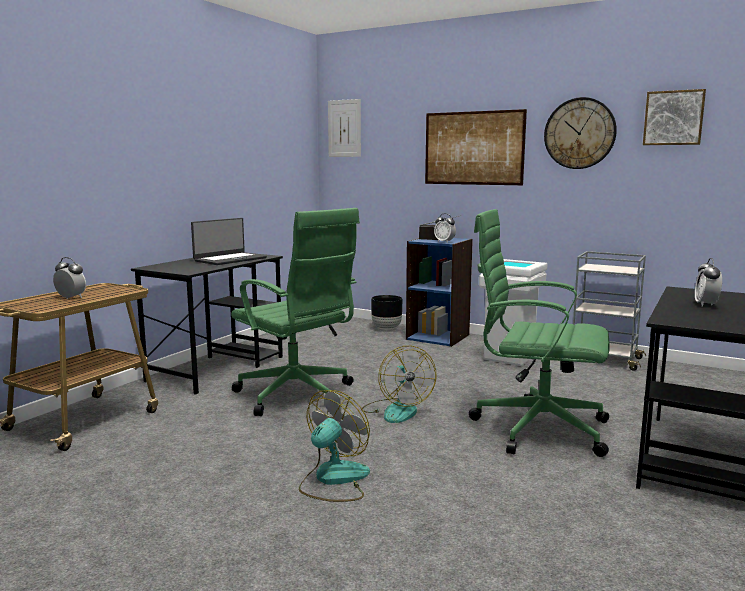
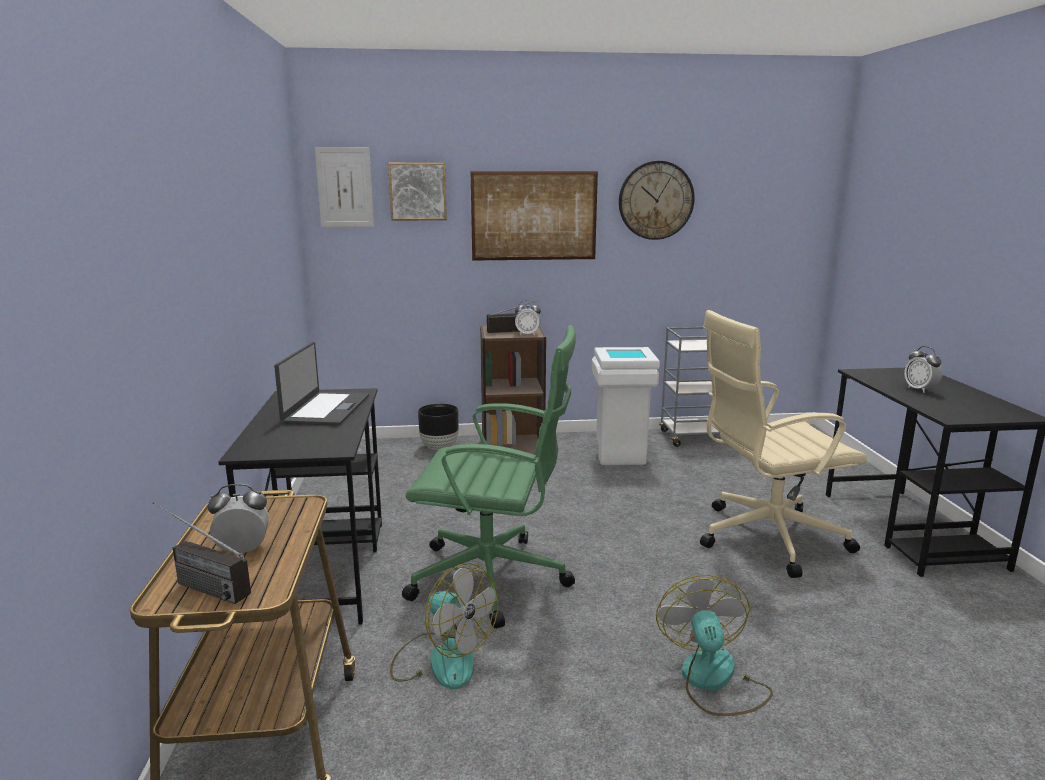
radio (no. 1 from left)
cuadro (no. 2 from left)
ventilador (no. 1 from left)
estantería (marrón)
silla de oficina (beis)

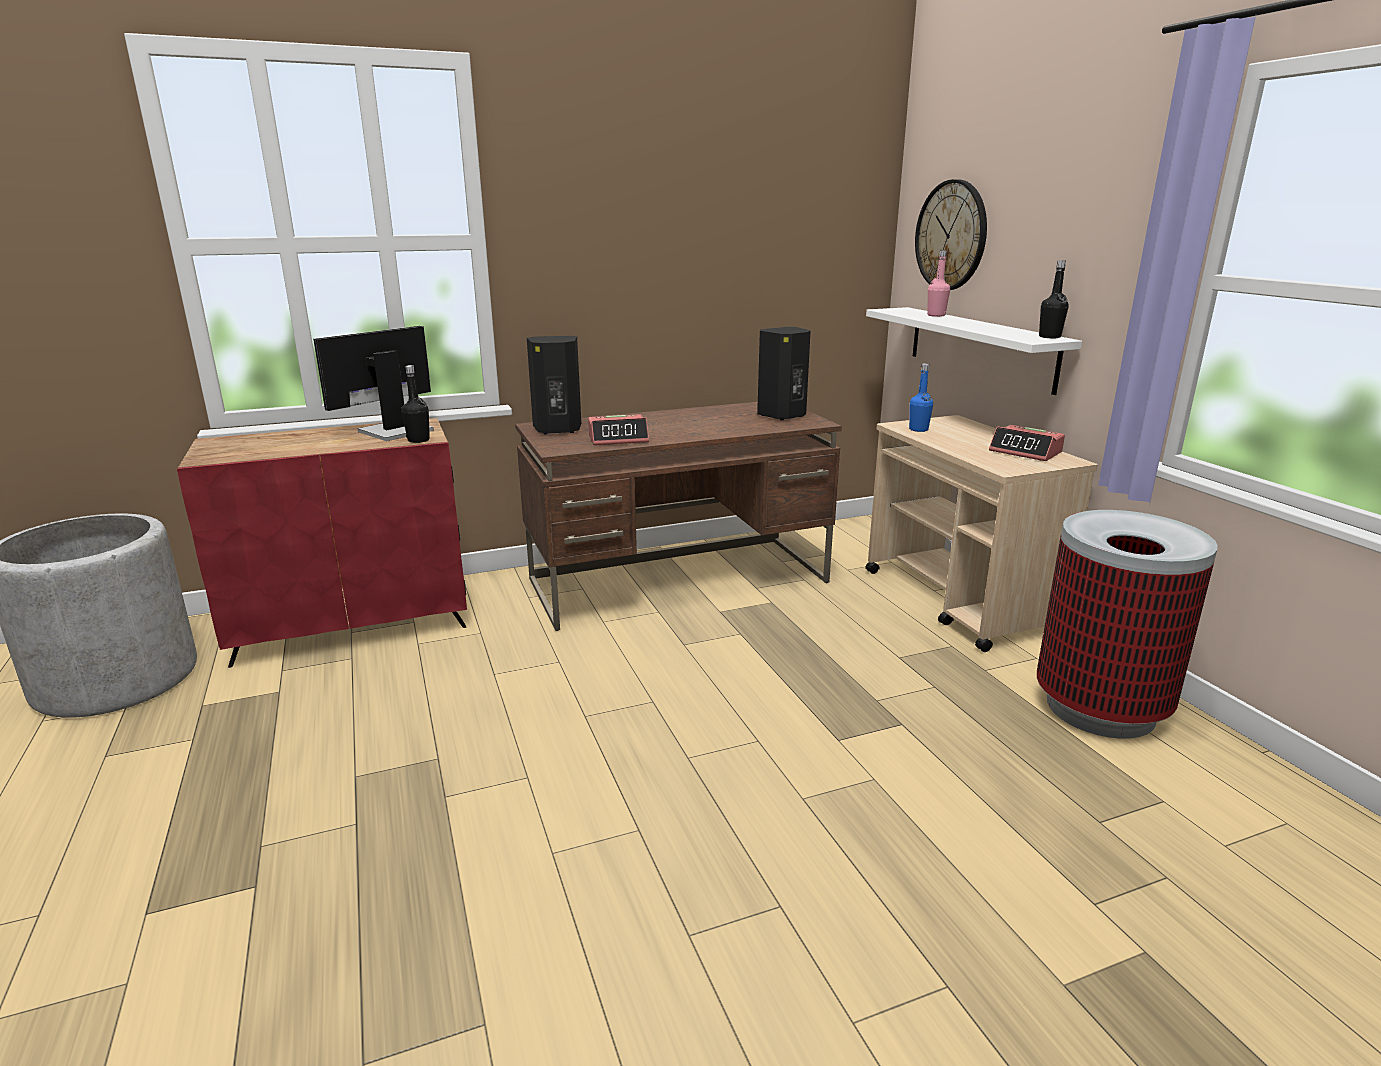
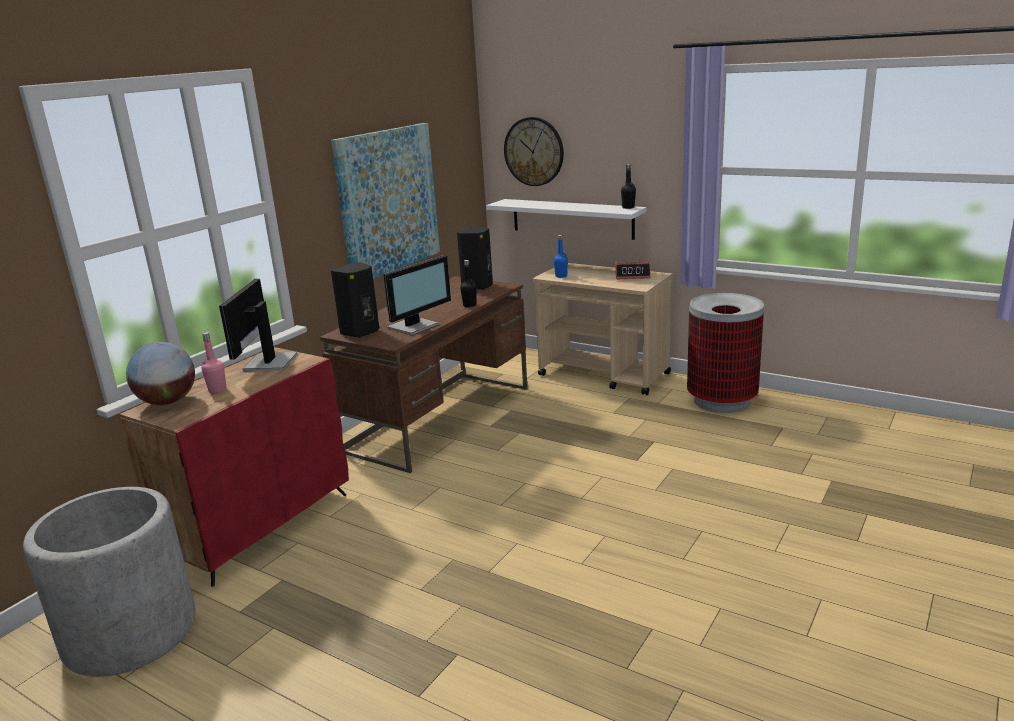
globo terráqueo
botella (rosa)
cuadro
monitor (no. 2 from left)
botella (negro) (no. 1 from left)

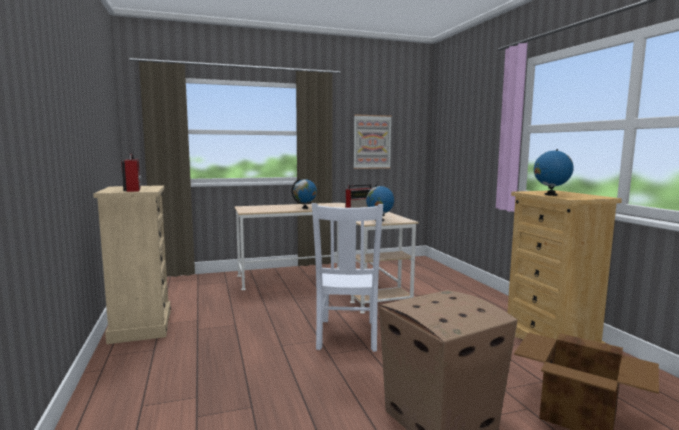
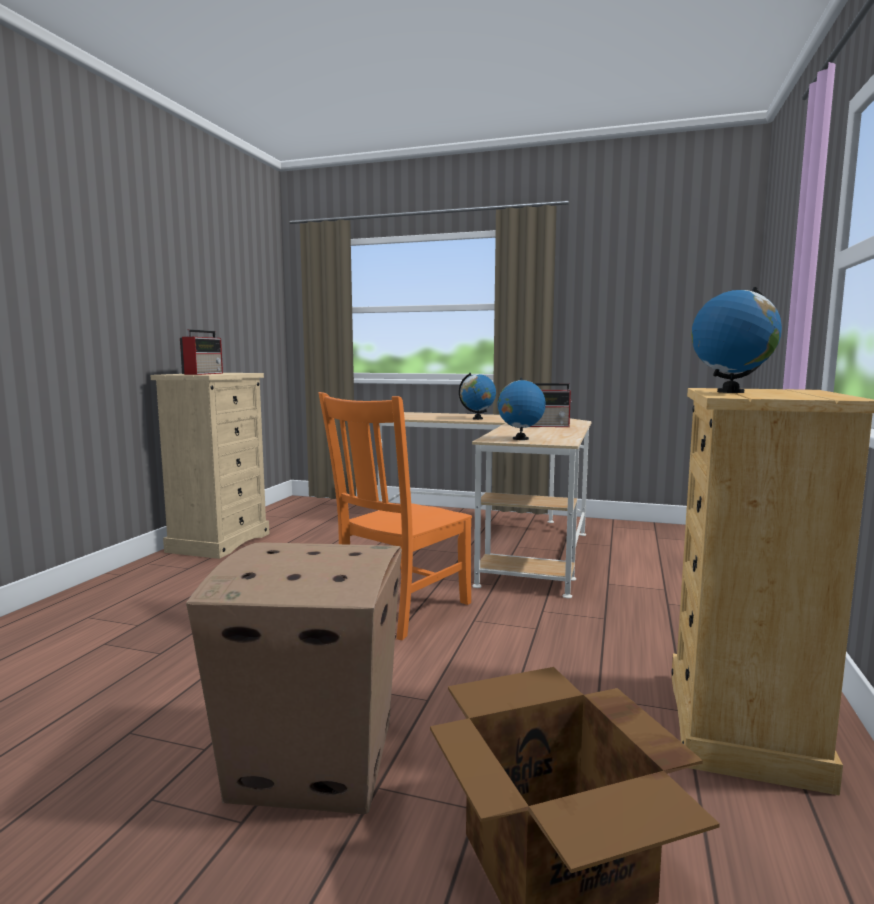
silla (naranja)
cuadro

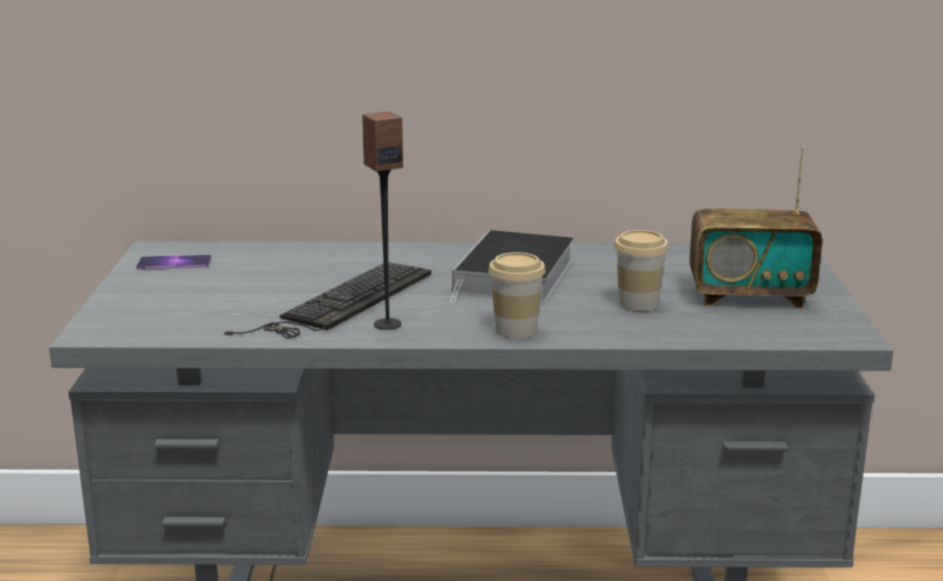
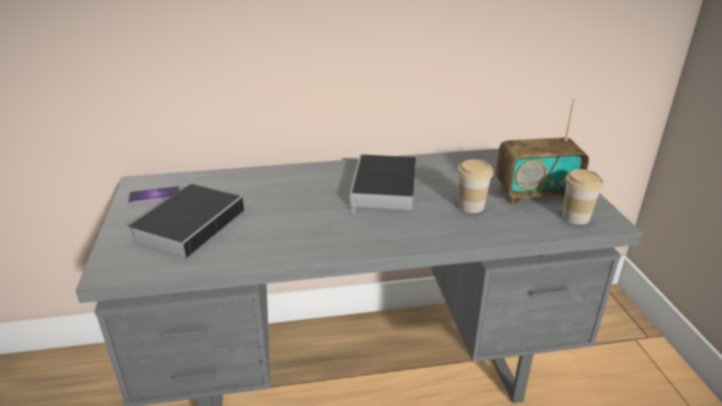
libro (no. 1 from left)
taza (no. 2 from left)
teclado
altavoz

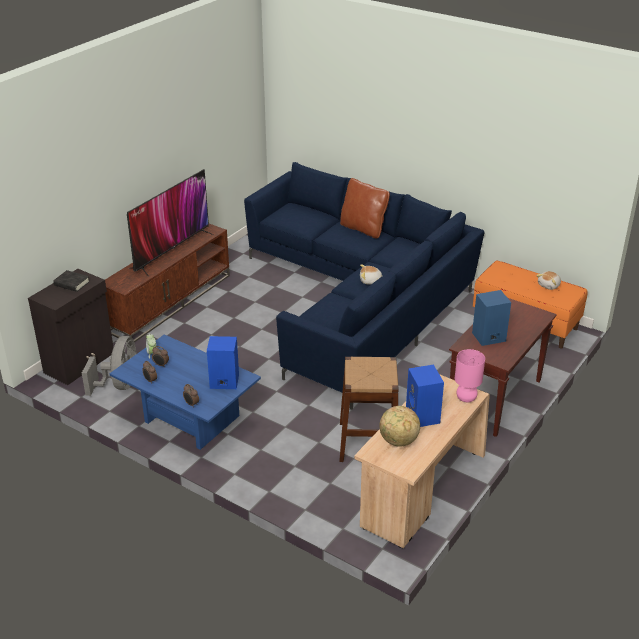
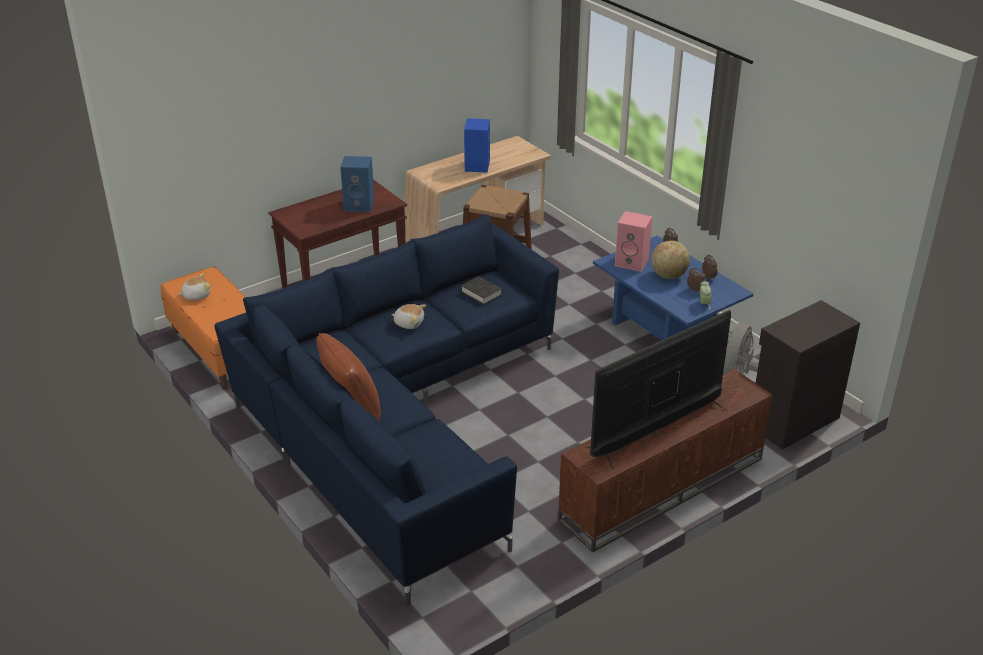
libro (negro)
altavoz (rosa)
globo terráqueo
lámpara de mesa (rosa)

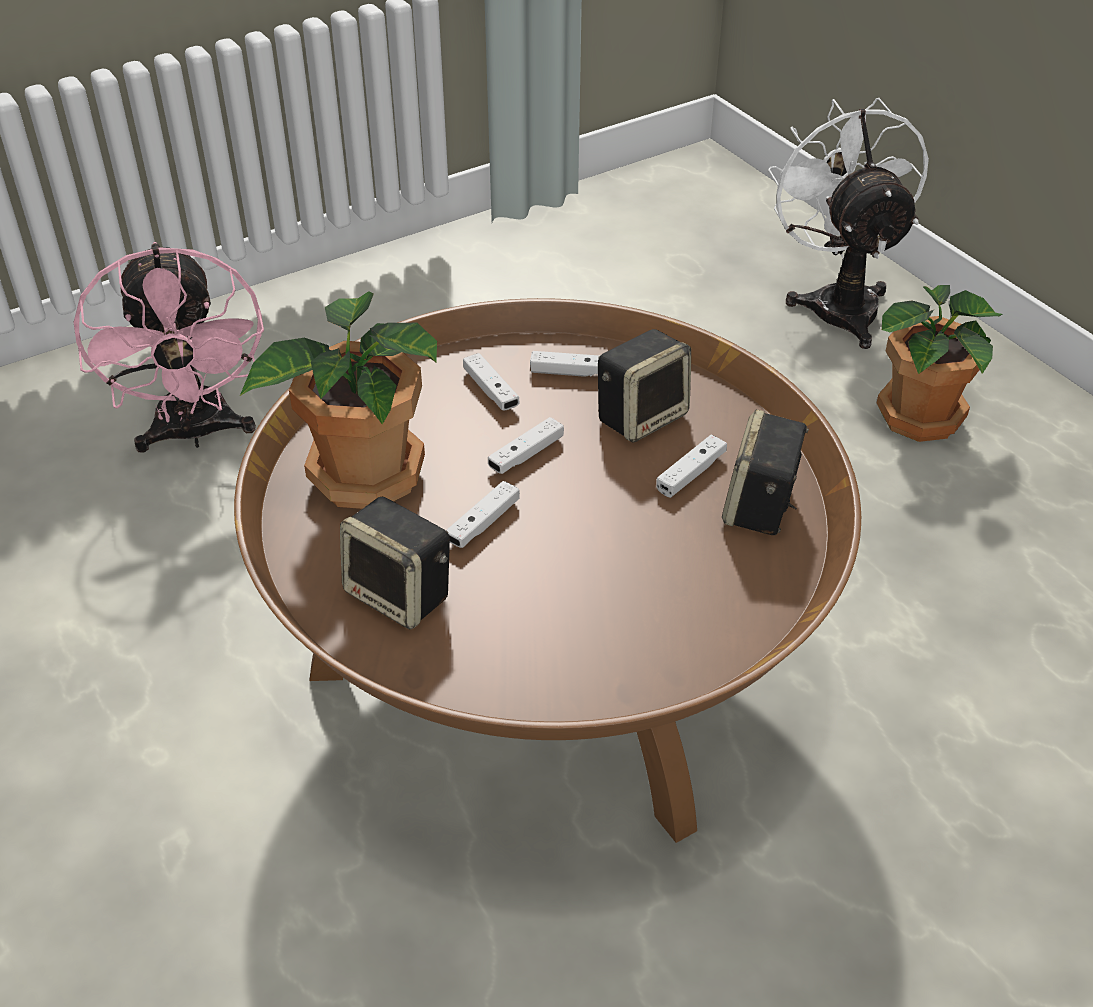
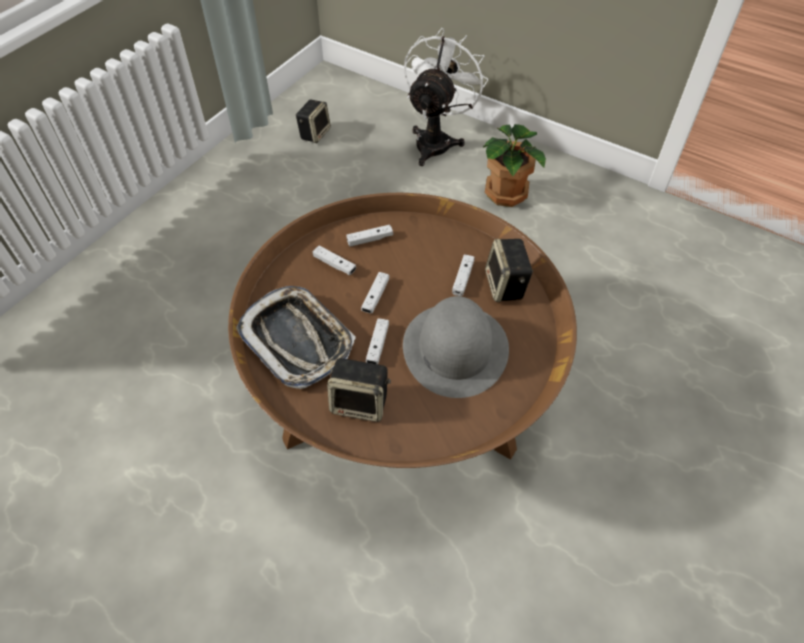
bandeja
altavoz (no. 1 from left)
sombrero (gris)
ventilador (blanco)
ventilador (rosa)

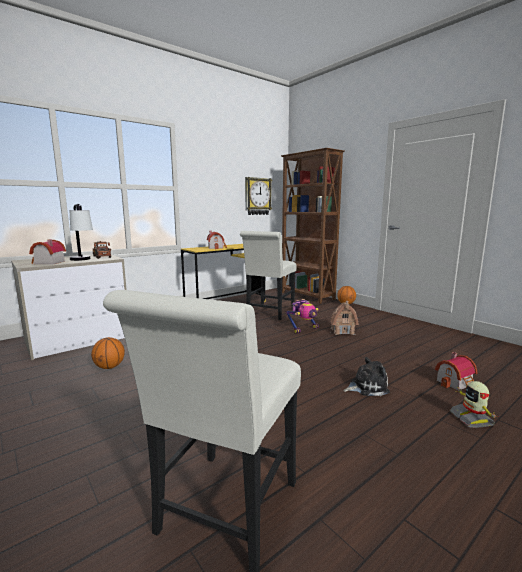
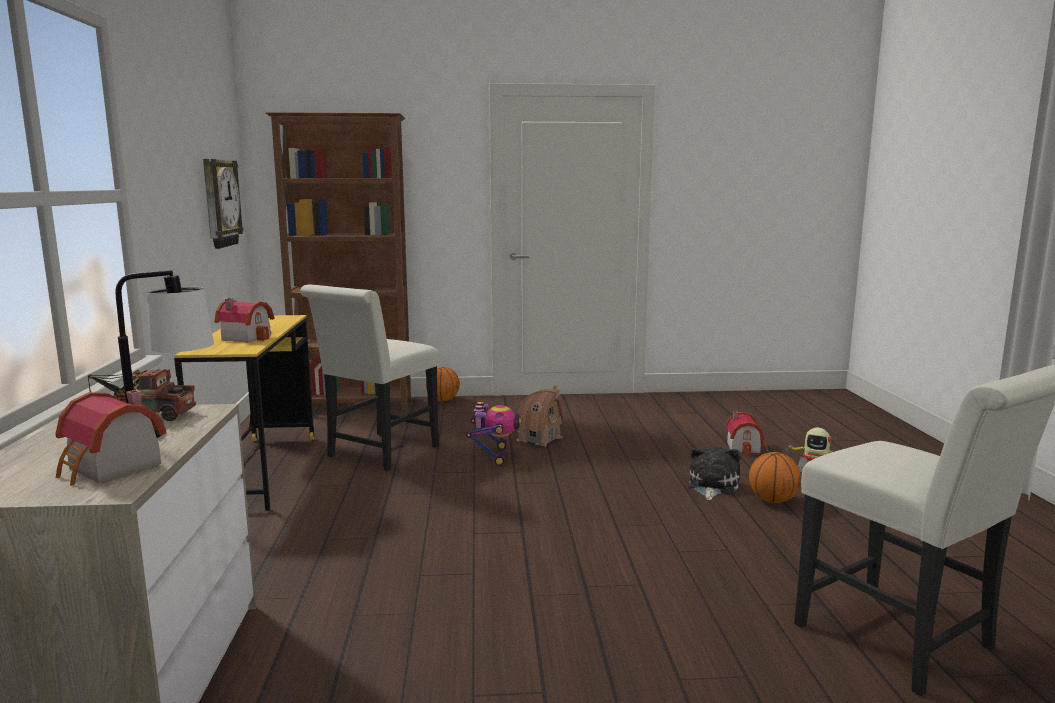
silla (blanco) (no. 1 from left)
balón de baloncesto (no. 2 from left)

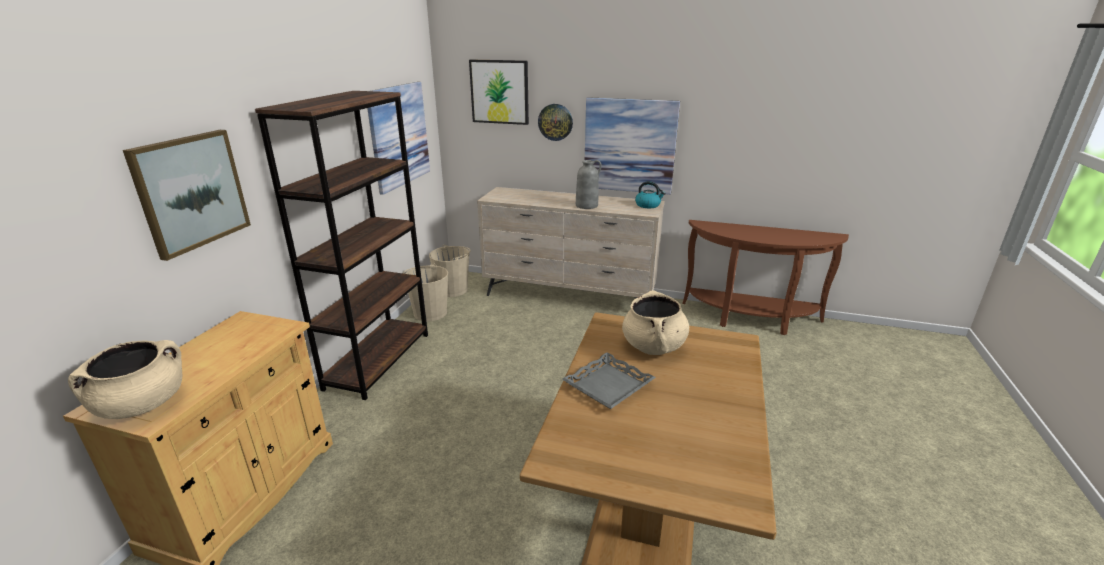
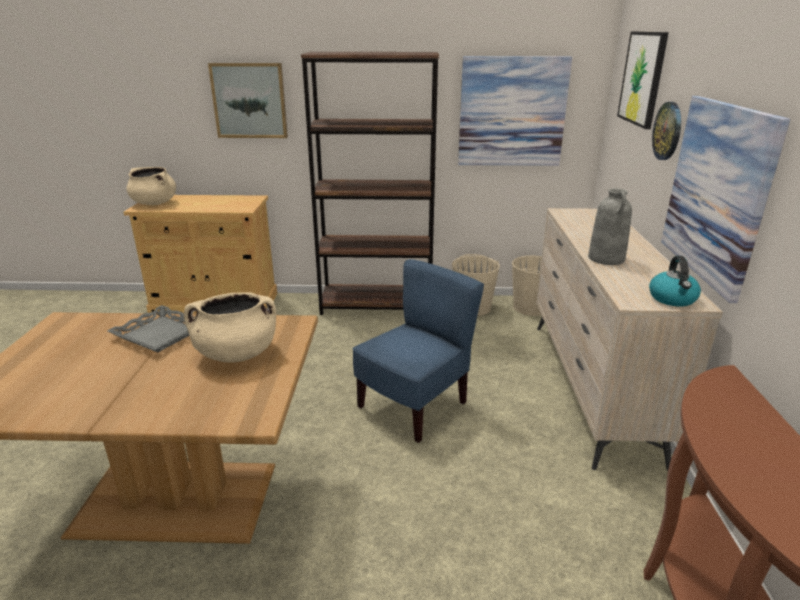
silla (azul)

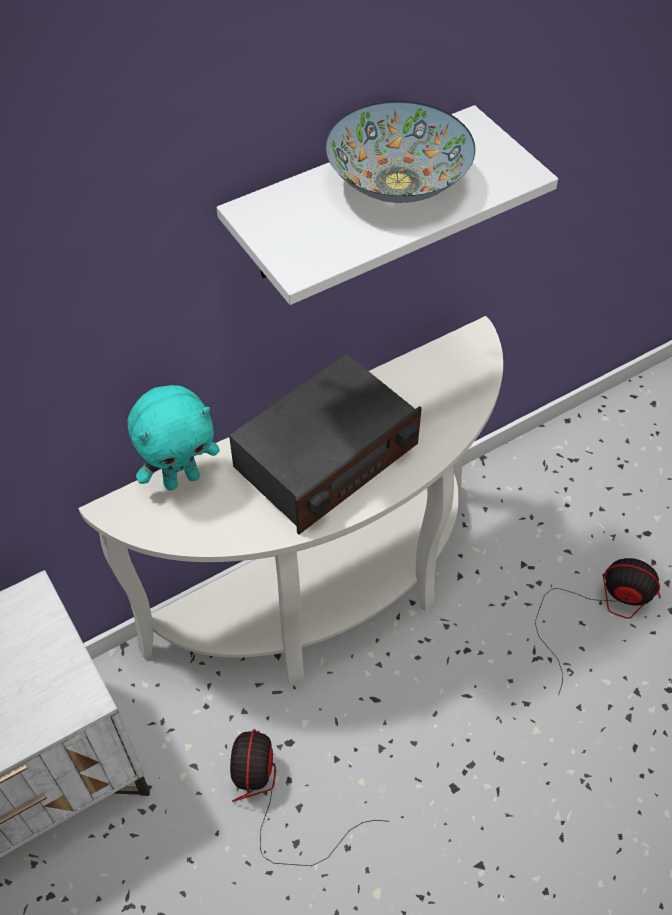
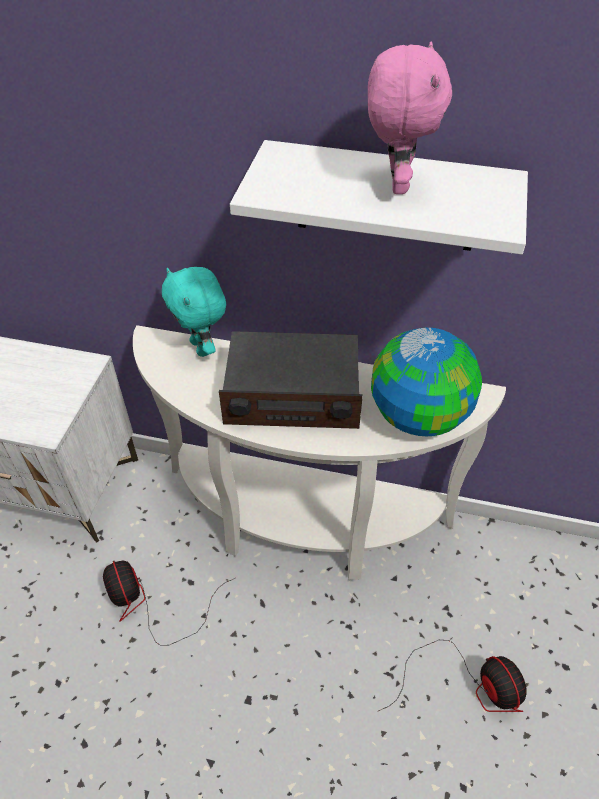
ventilador (no. 1 from left)
peluche (turquesa)
peluche (rosa)
globo terráqueo

